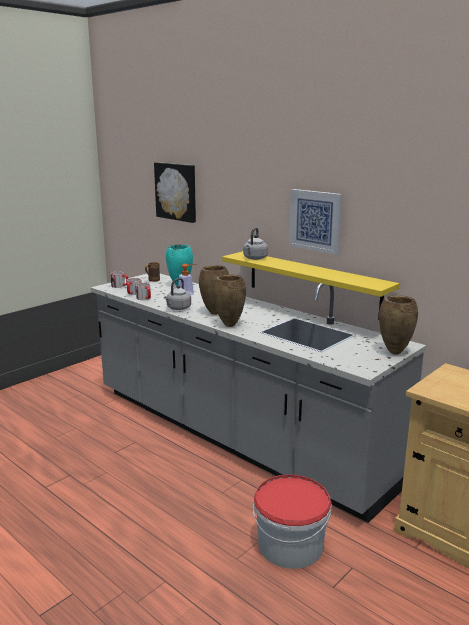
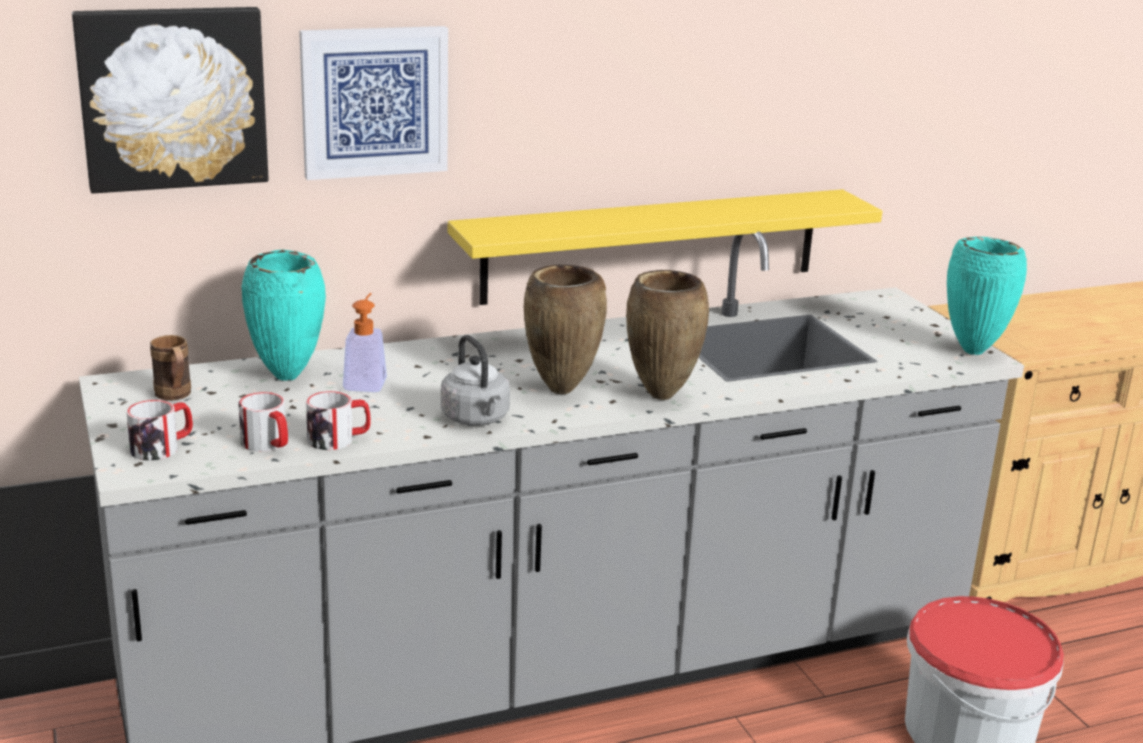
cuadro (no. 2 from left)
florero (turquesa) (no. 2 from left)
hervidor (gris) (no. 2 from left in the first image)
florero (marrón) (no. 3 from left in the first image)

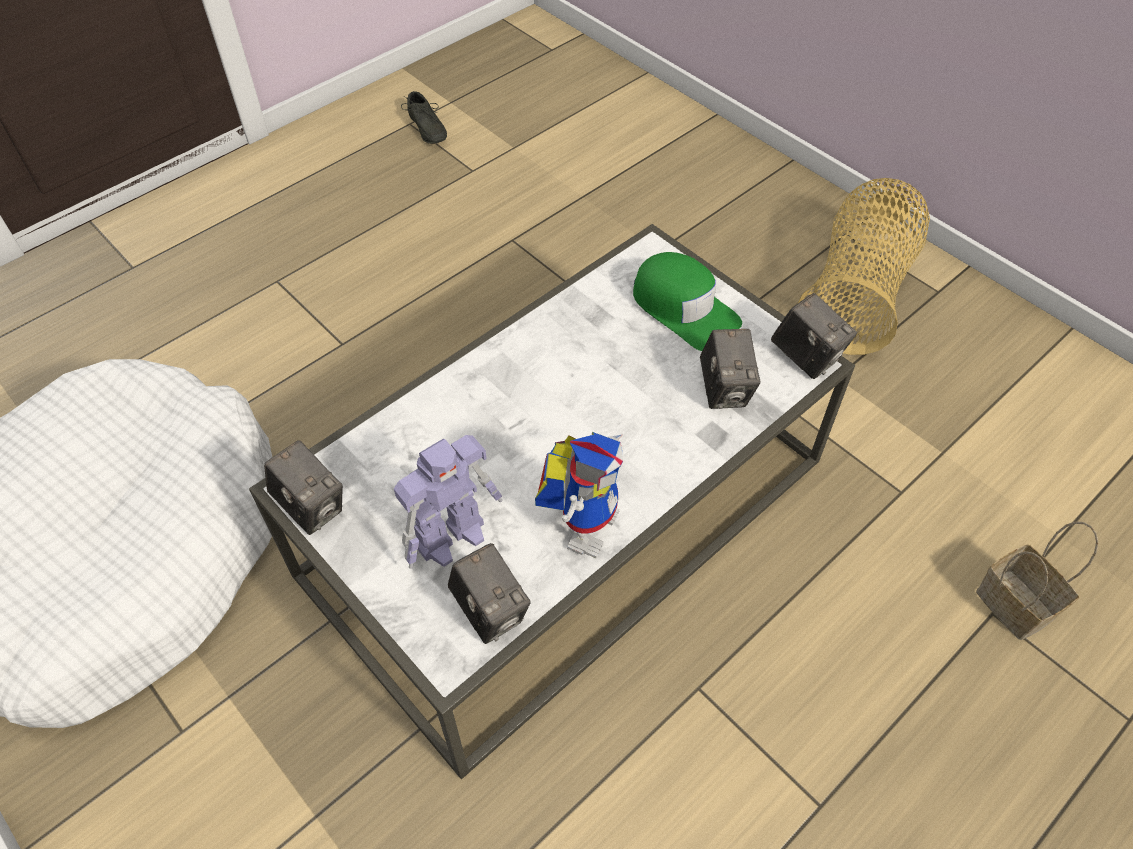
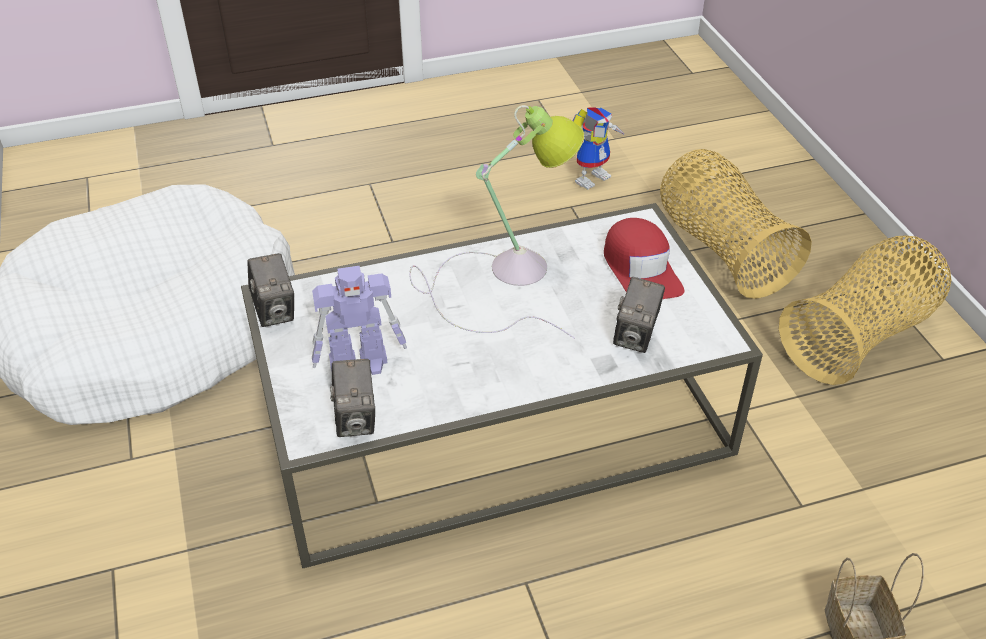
lámpara de mesa
robot de juguete (no. 2 from left)
gorra (rojo)
cesta (no. 1 from left)
zapato (gris)
cámara (no. 4 from left in the first image)

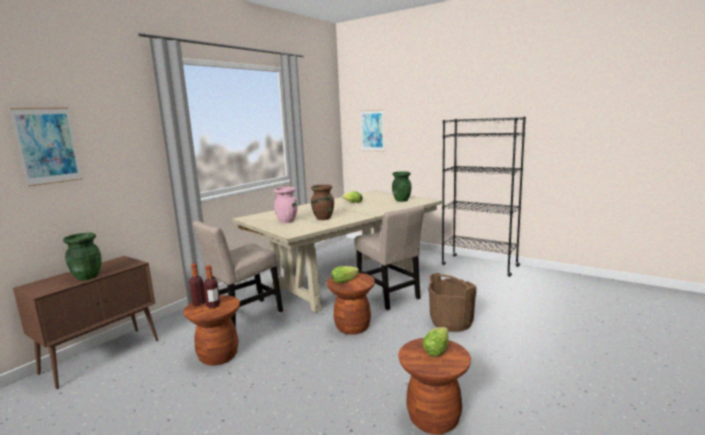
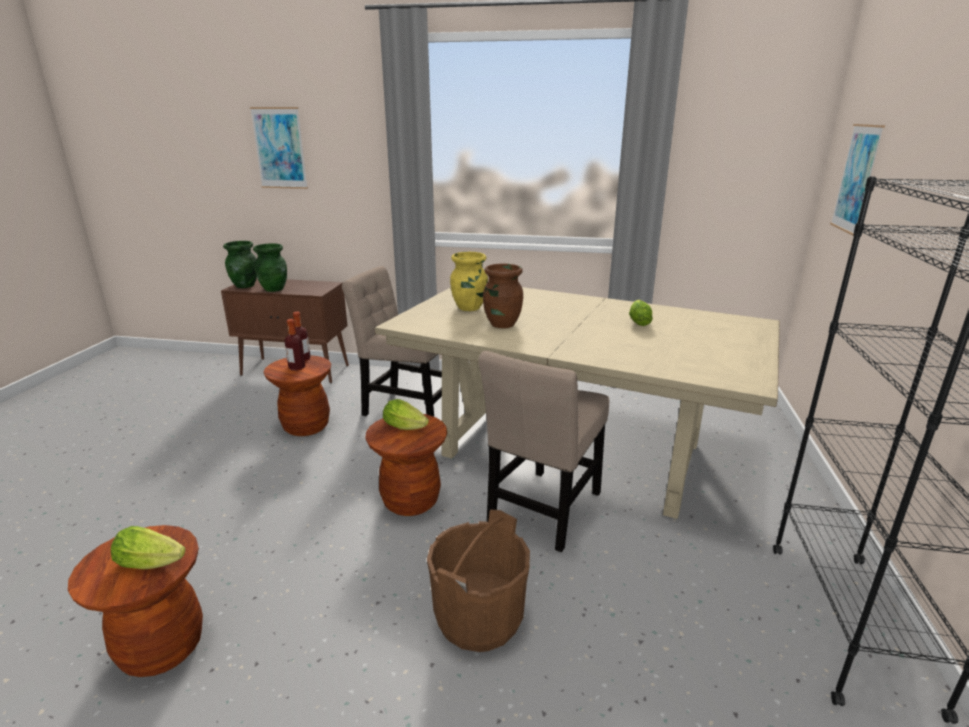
florero (verde) (no. 1 from left)
florero (amarillo)

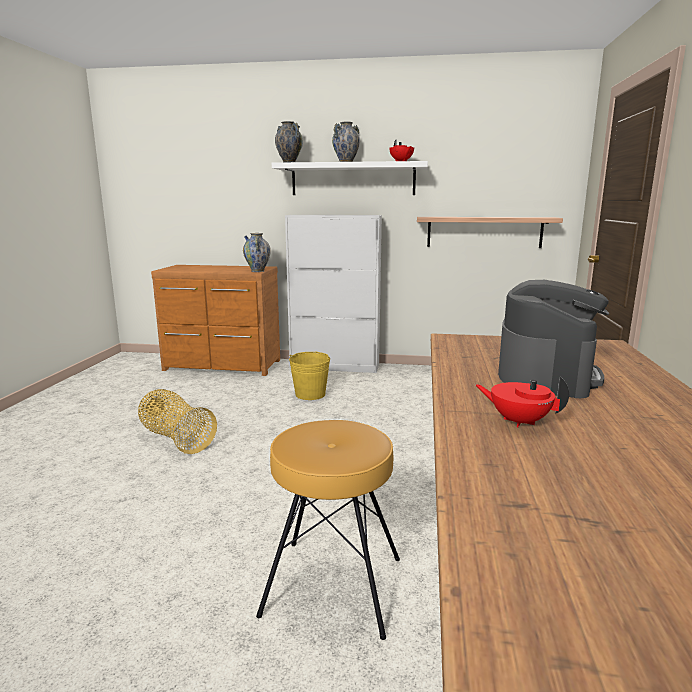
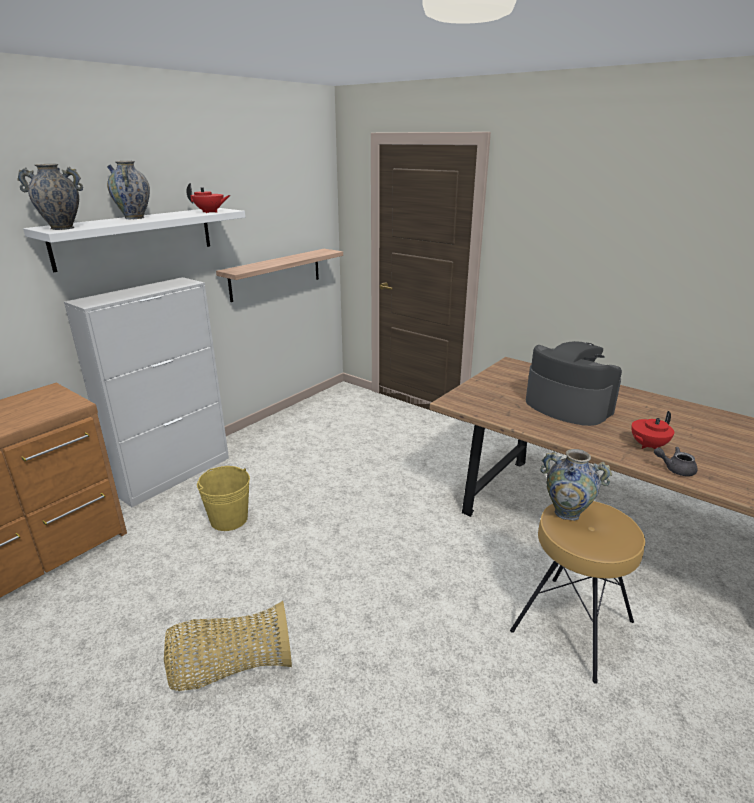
florero (no. 3 from left)
tetera (gris)

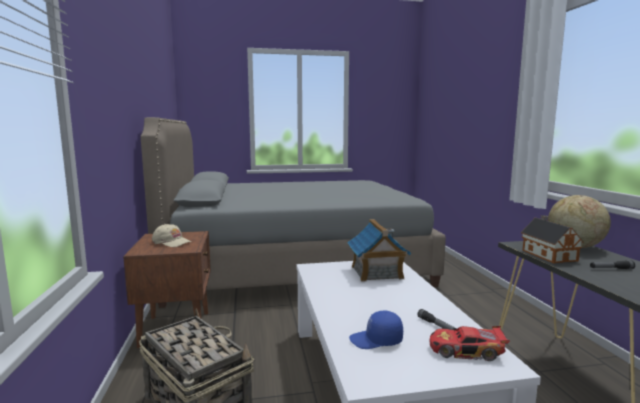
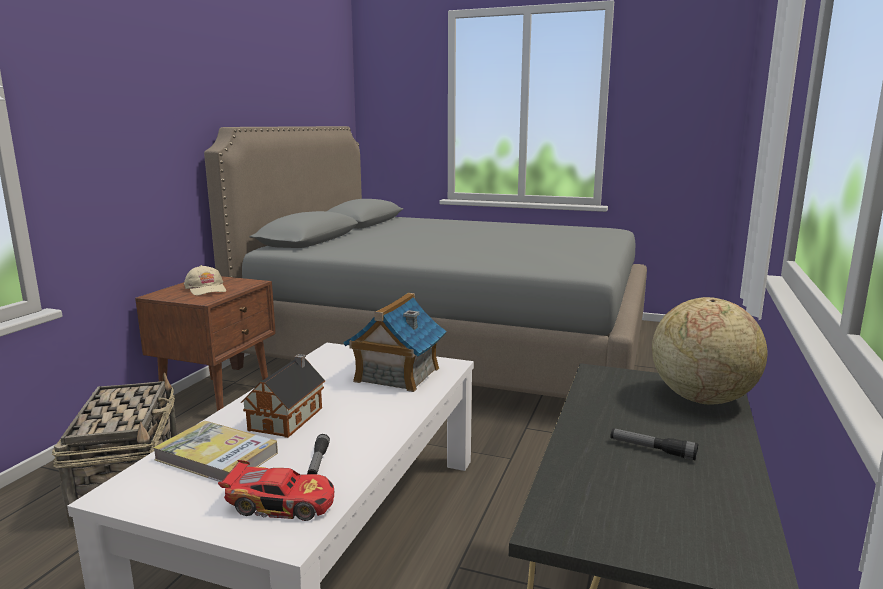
libro
coche de juguete
casita (no. 1 from left)

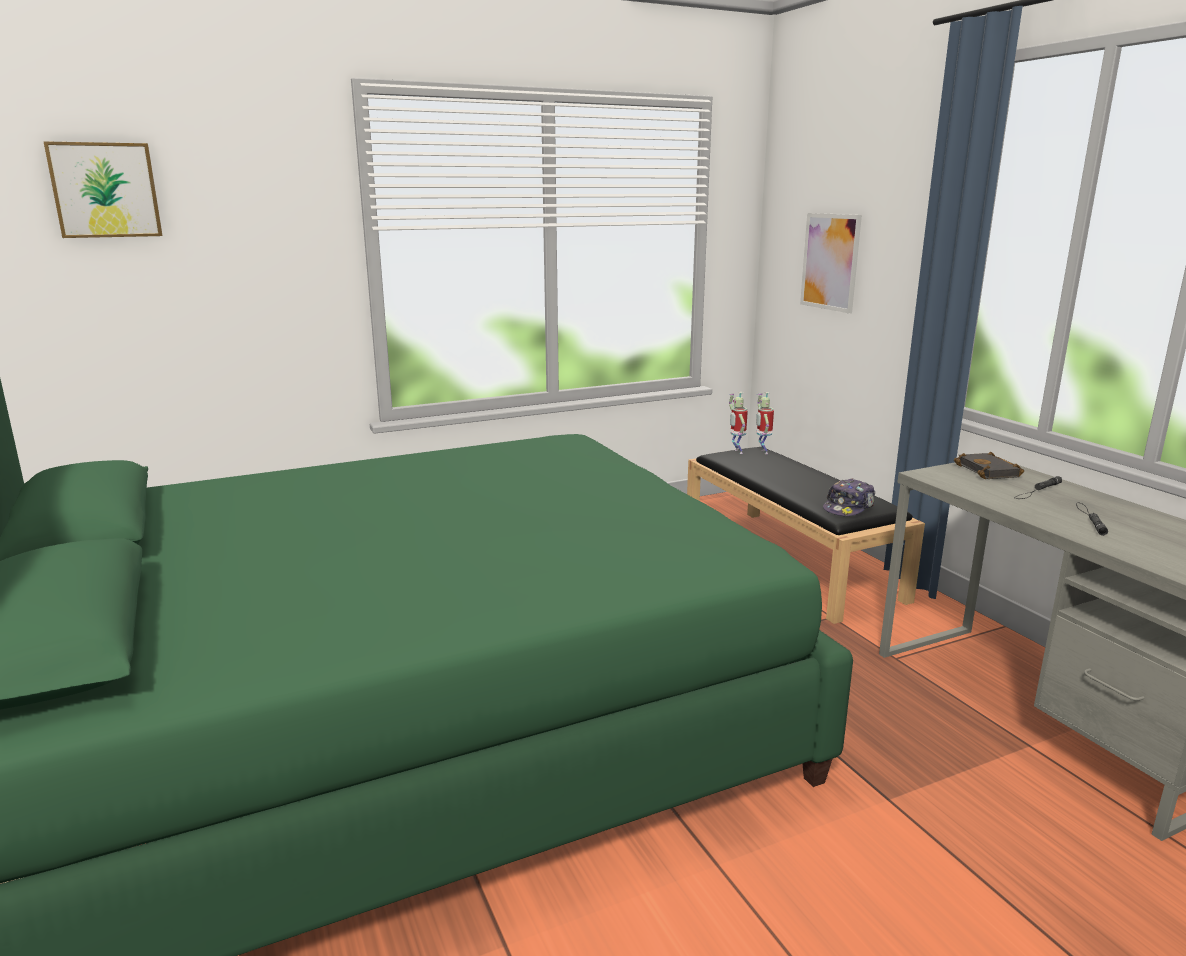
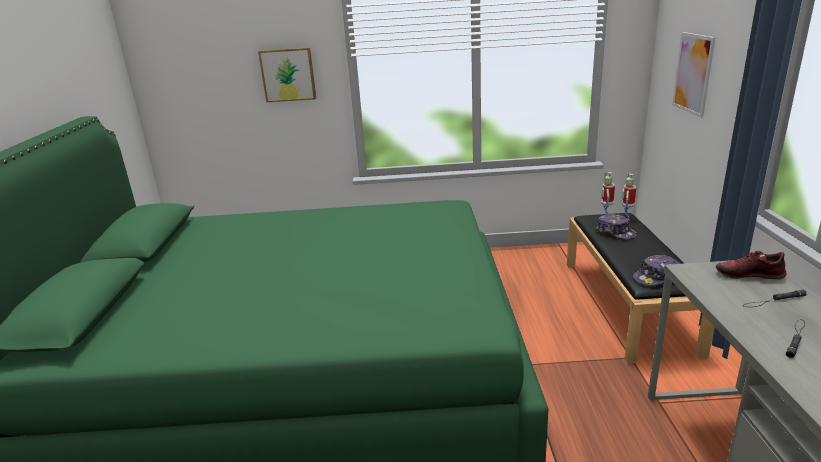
cuadro (no. 1 from left)
gorra (no. 1 from left)
zapato

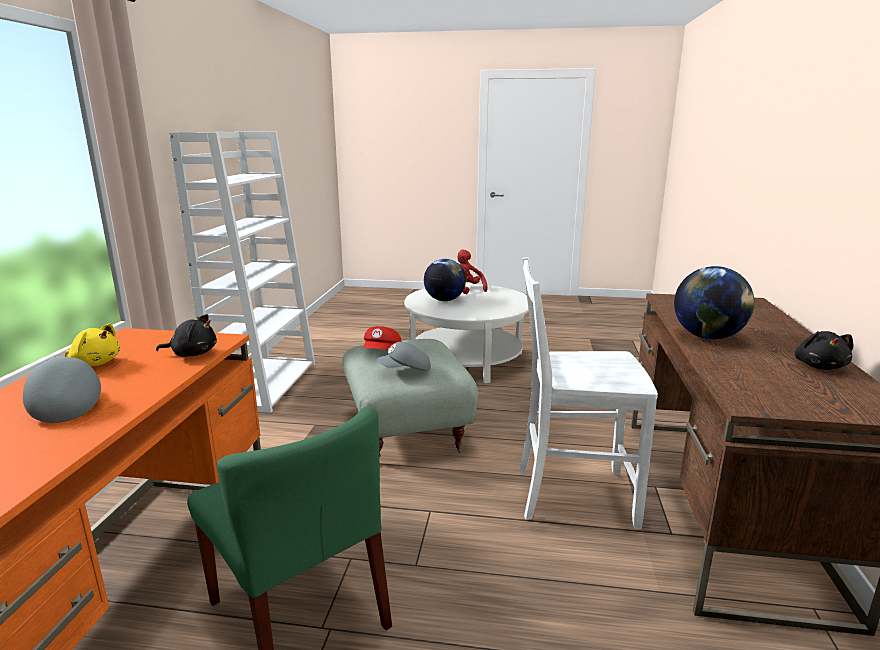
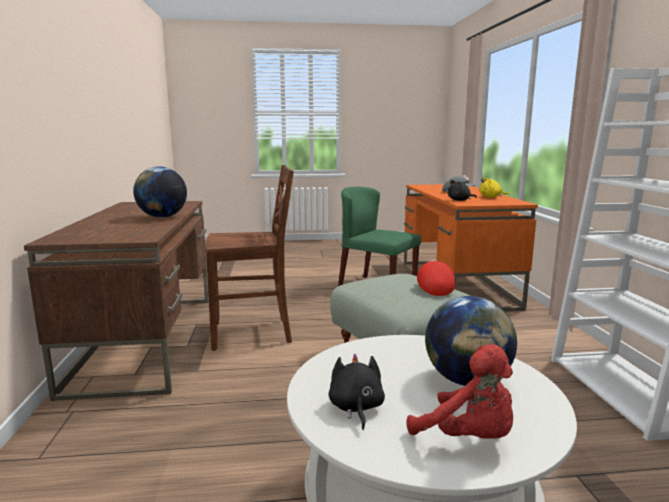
silla (marrón)
peluche (negro) (no. 1 from left)
gorra (gris) (no. 2 from left in the first image)

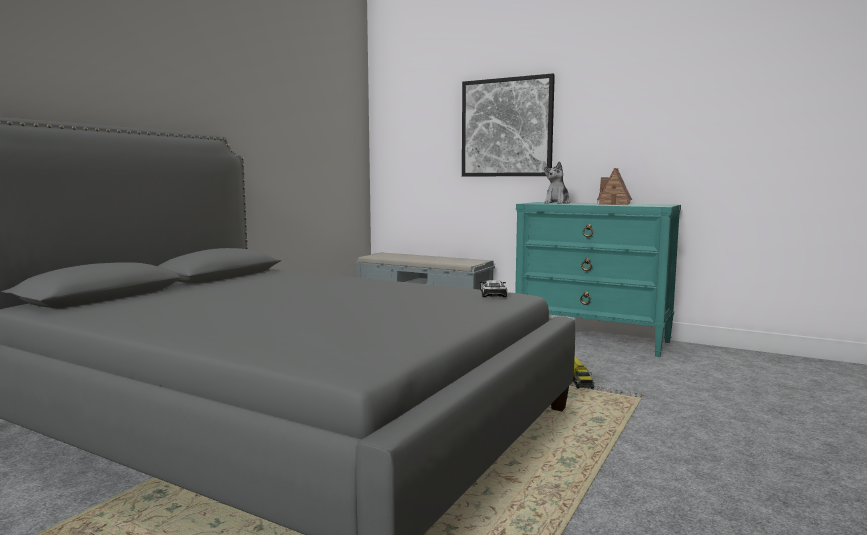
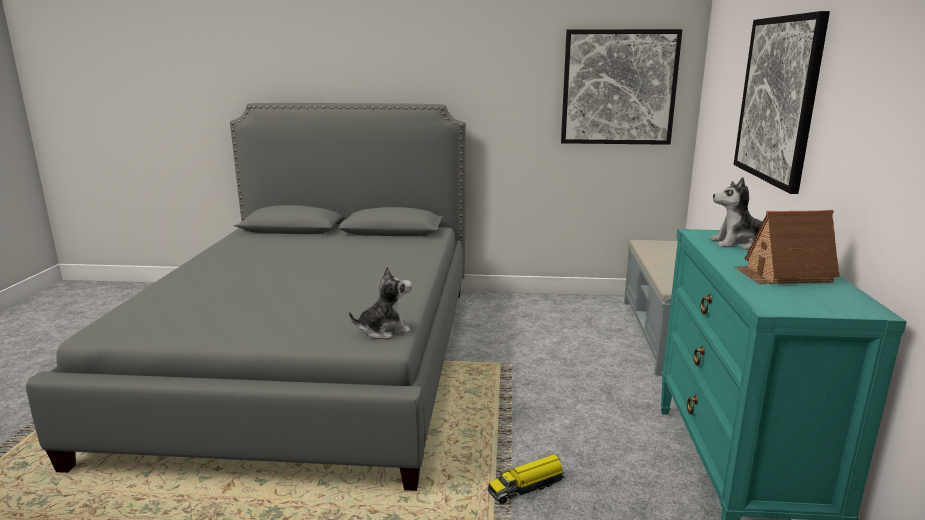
peluche (no. 1 from left)
cuadro (no. 1 from left)

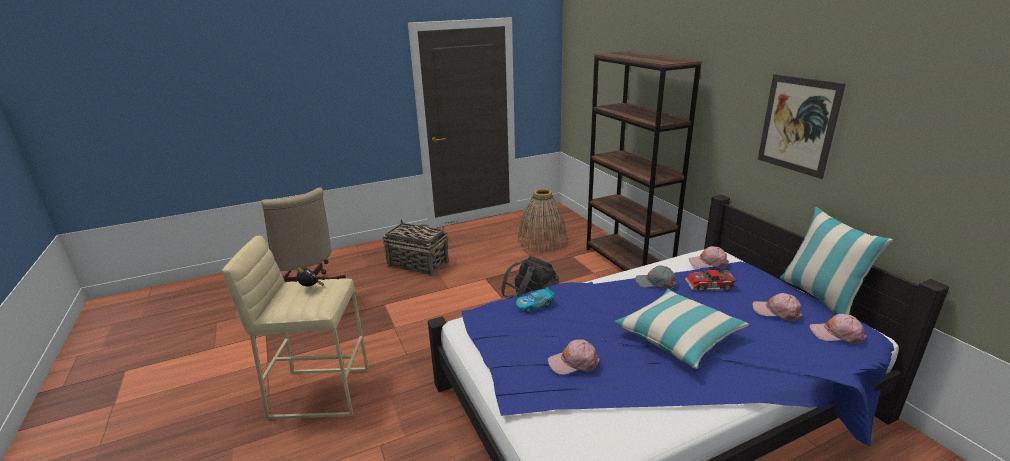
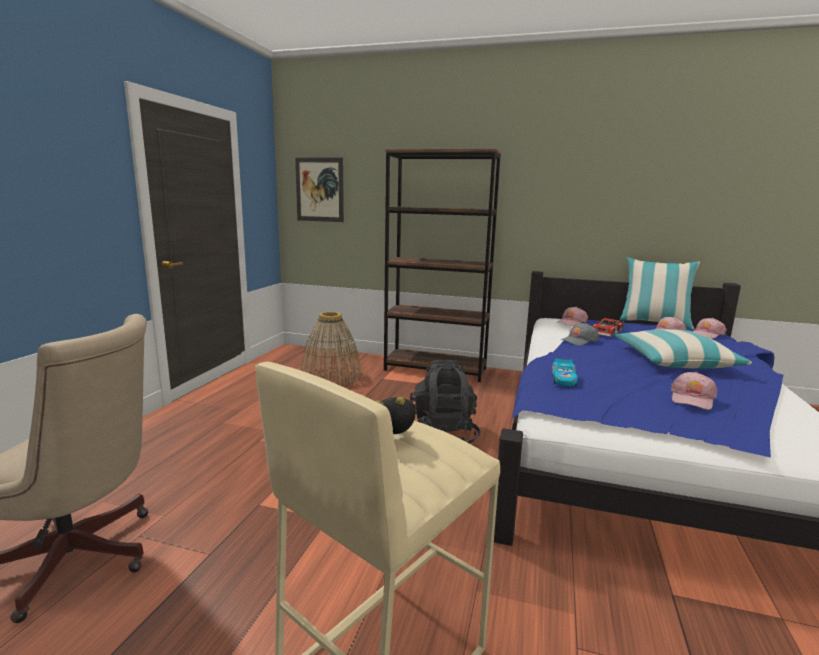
cuadro
cesta (no. 1 from left in the first image)

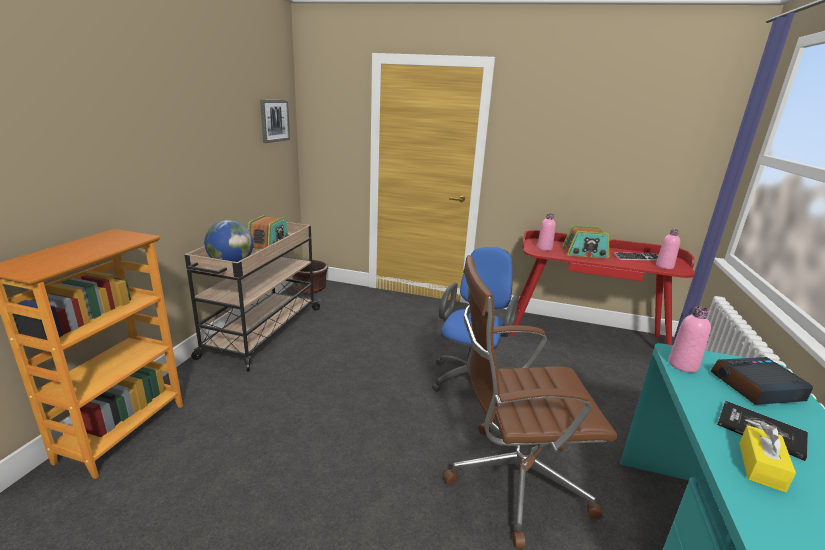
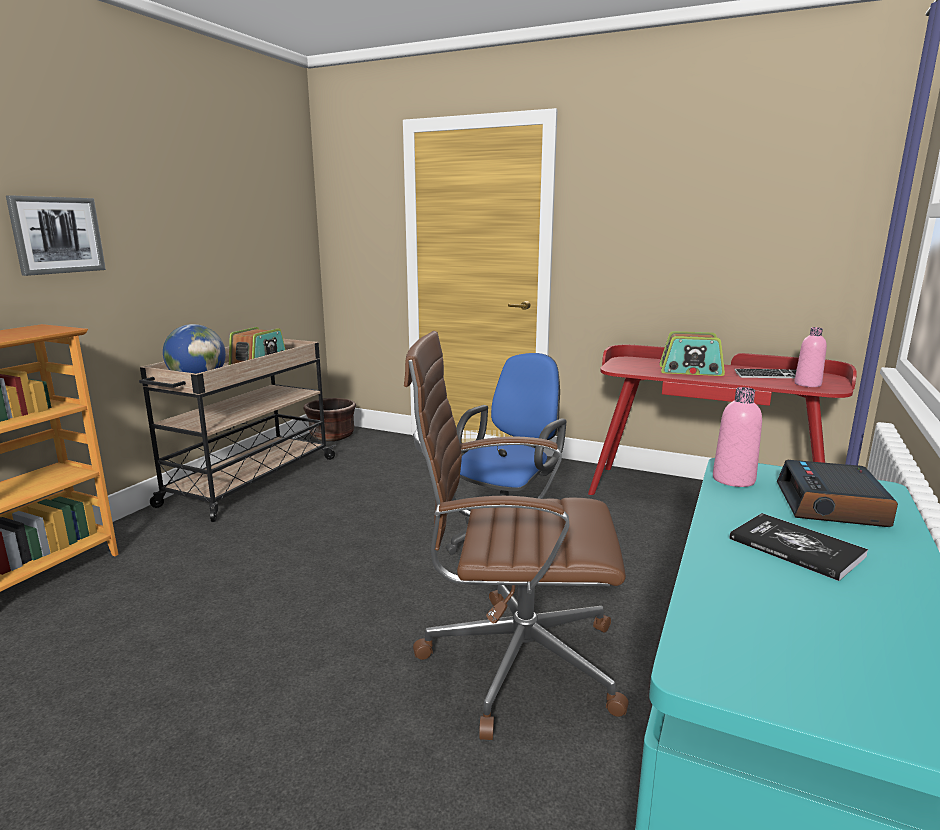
cuadro
despertador
botella (rosa) (no. 1 from left in the first image)
caja de pañuelos (amarillo)

